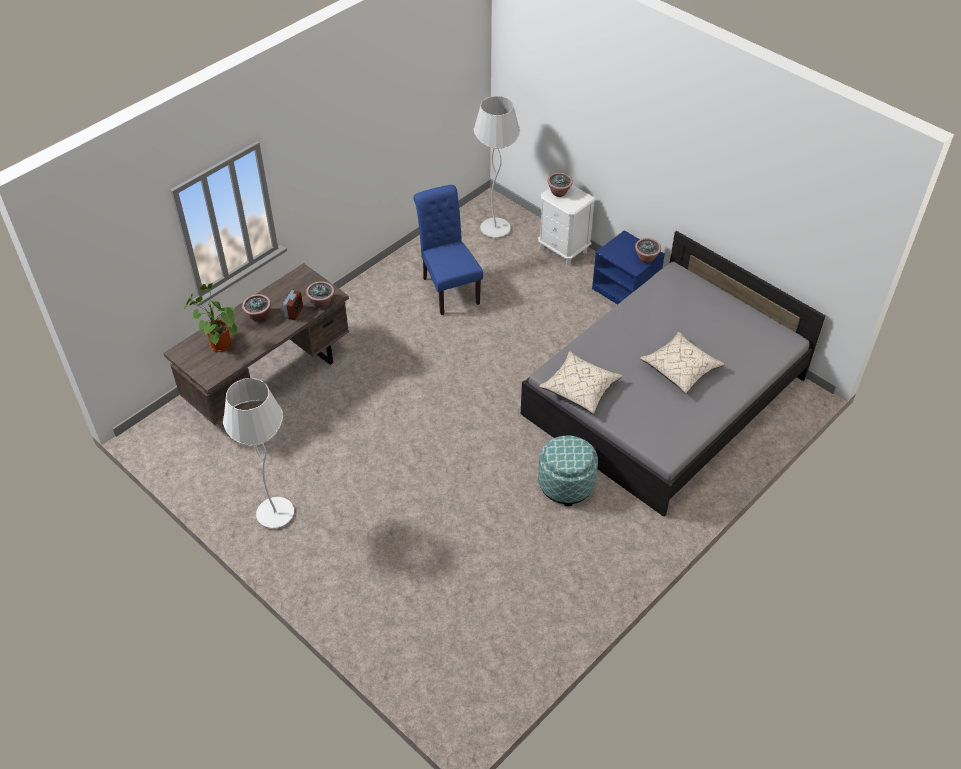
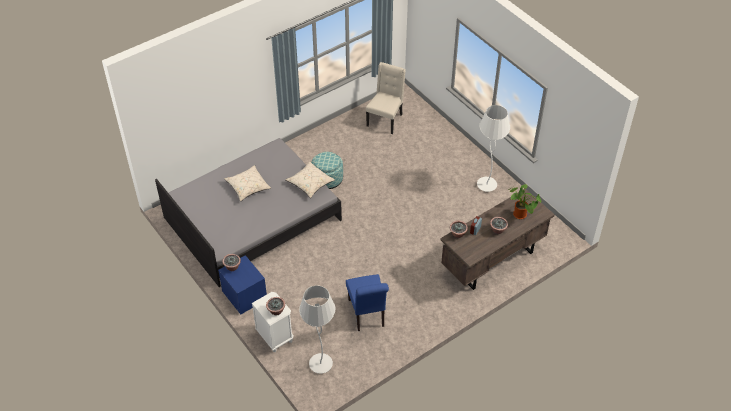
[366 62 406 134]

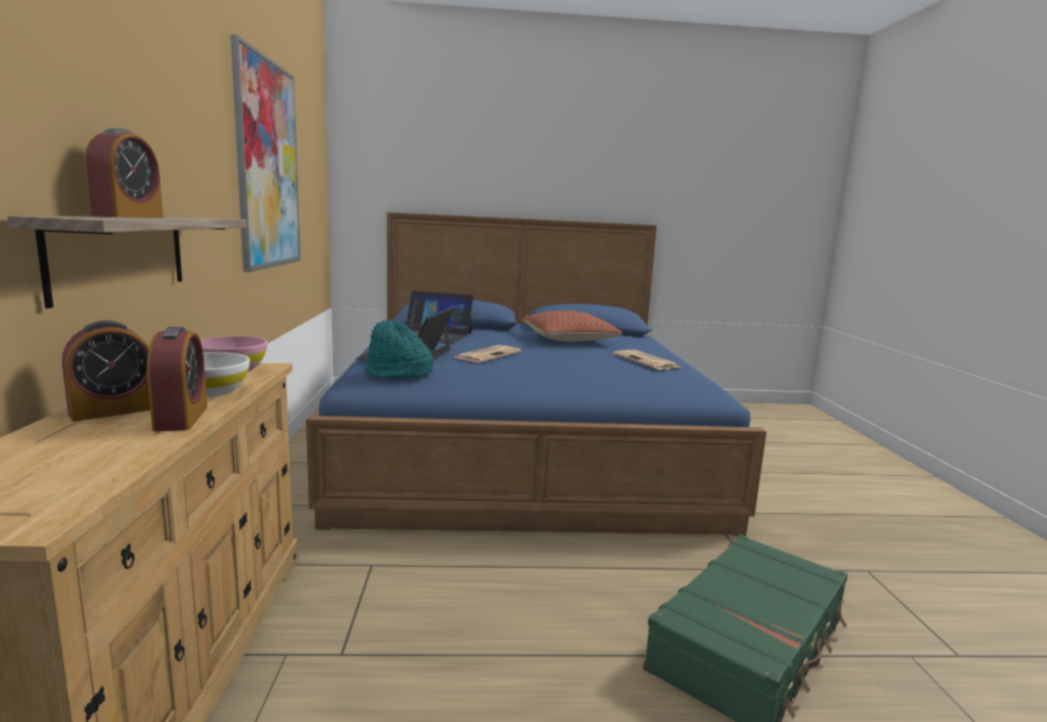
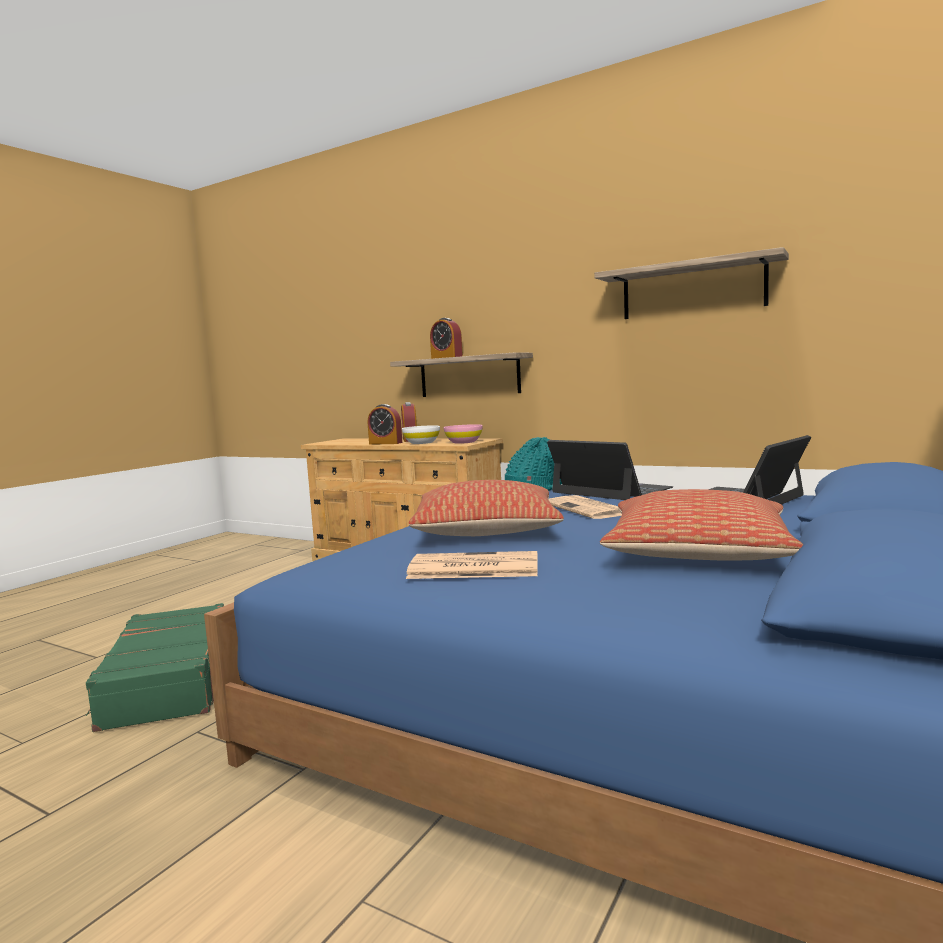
[594 247 789 319]
[409 480 564 536]

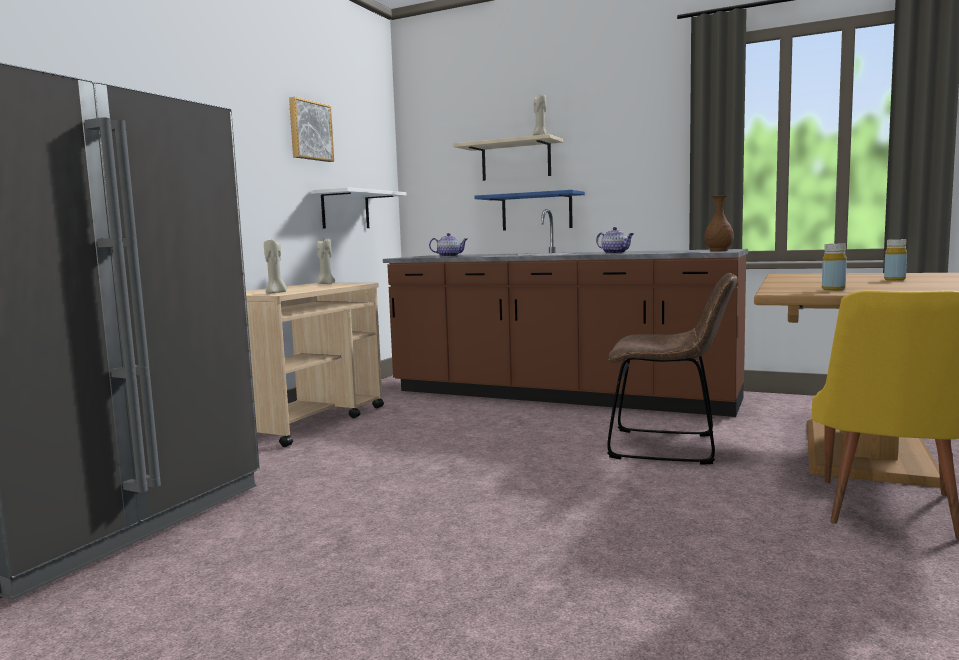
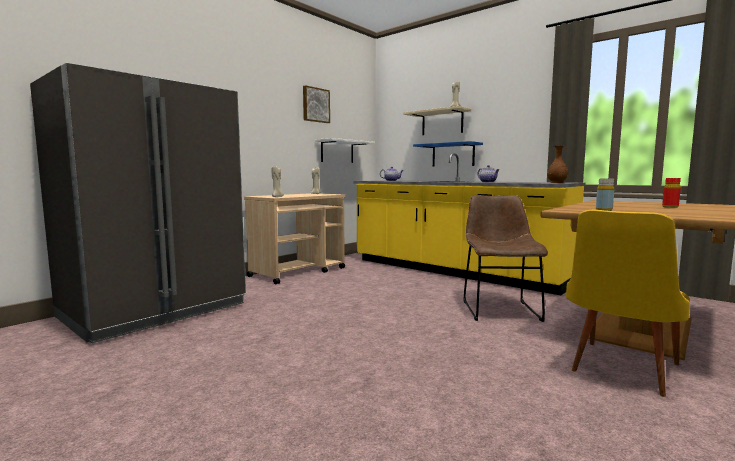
[354 153 586 295]
[463 195 548 322]
[662 178 681 208]

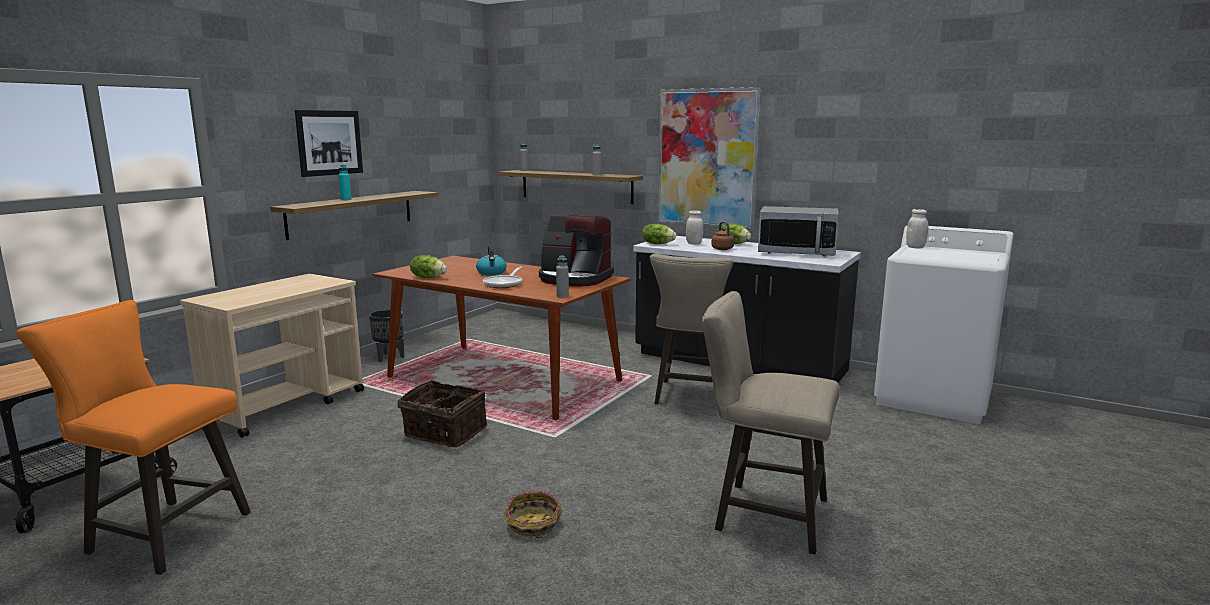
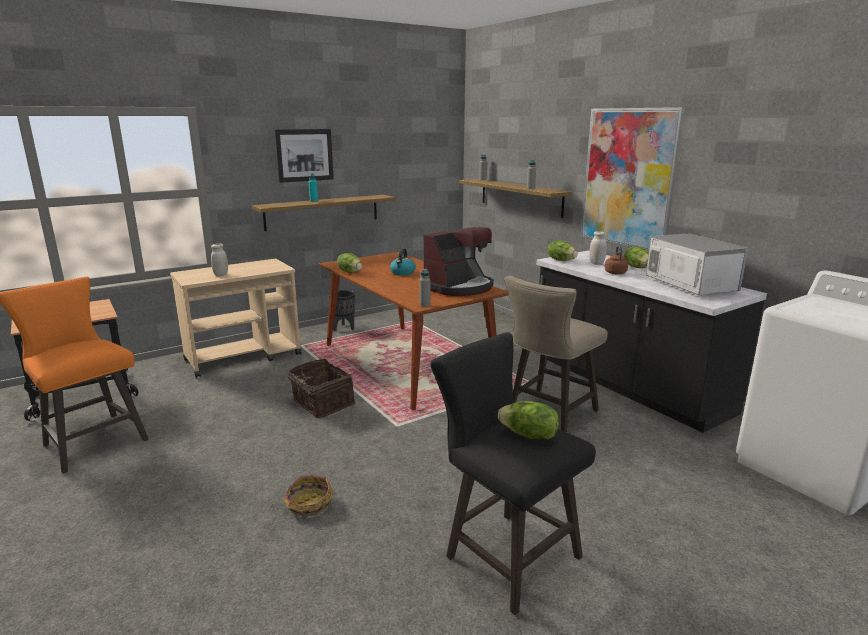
[483 266 522 288] (first image)
[424 227 494 296]
[430 332 596 615]
[646 233 748 295]
[211 243 228 276]
[498 401 559 440]

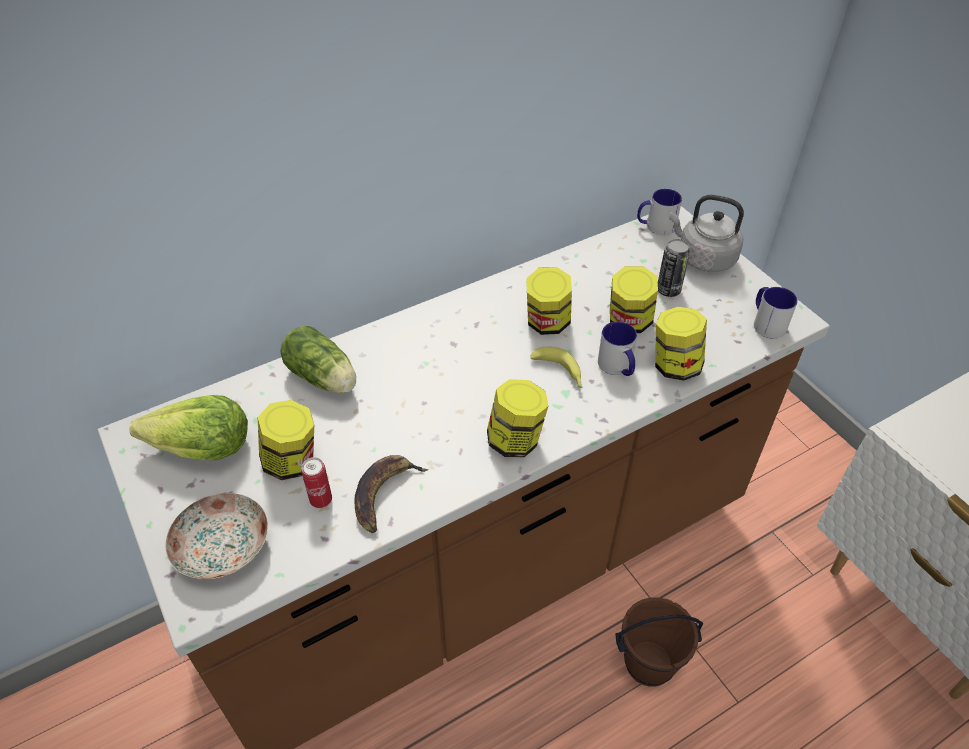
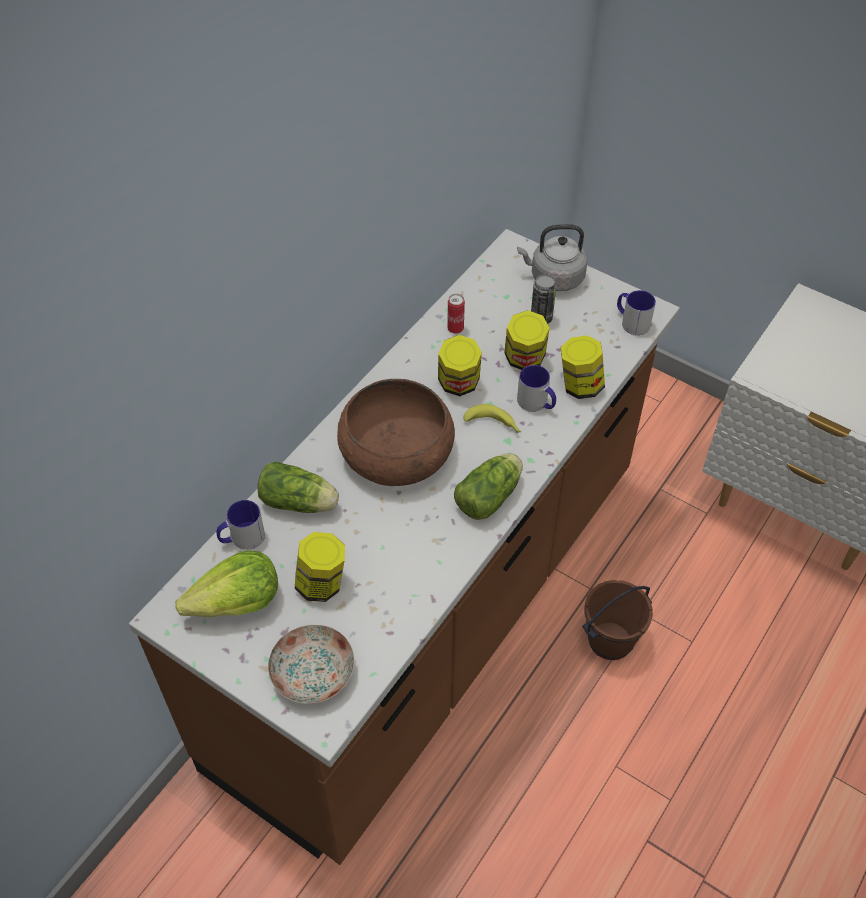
[447 294 465 334]
[354 455 429 533] (first image)
[454 453 523 520]
[216 500 265 550]
[337 379 455 486]

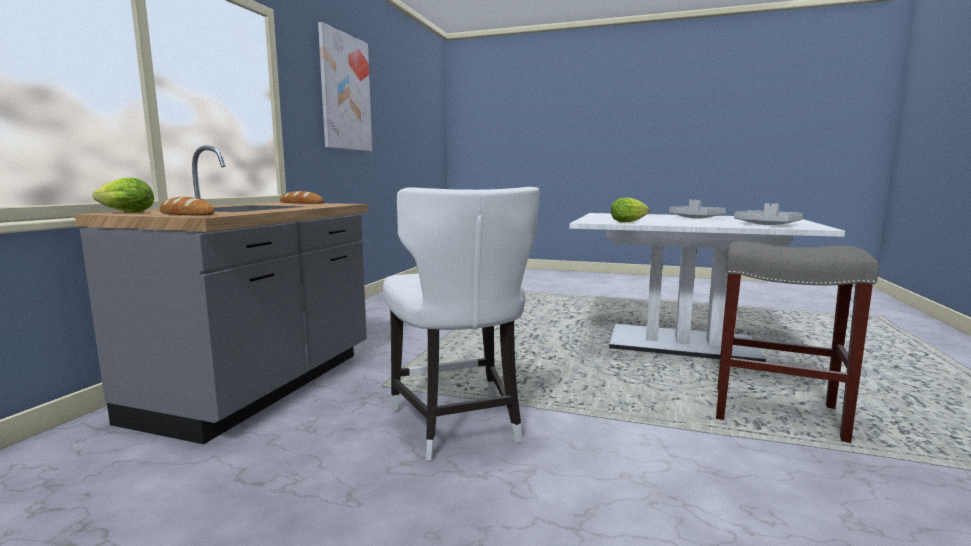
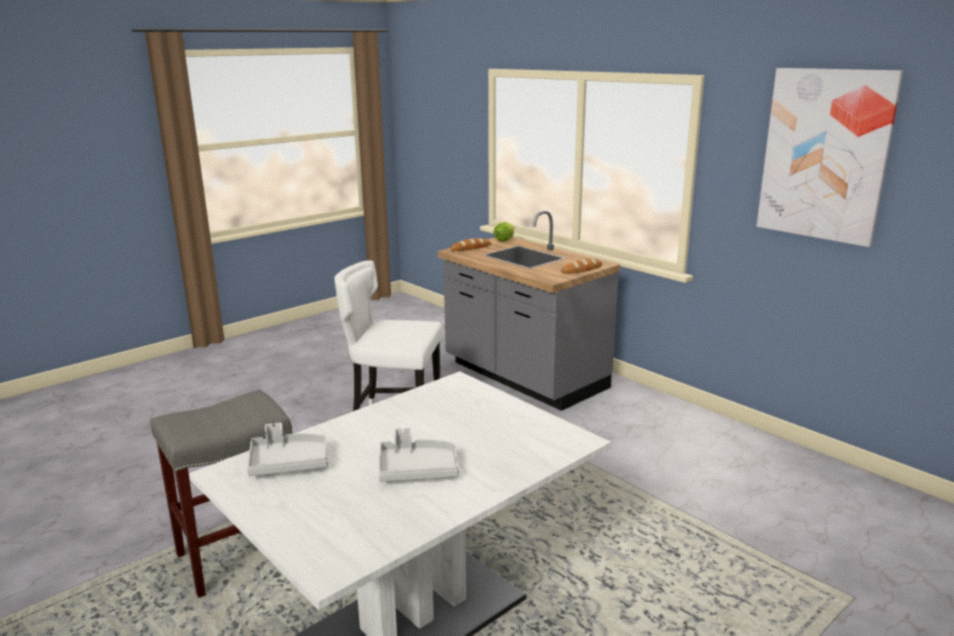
[611 198 649 222] (first image)

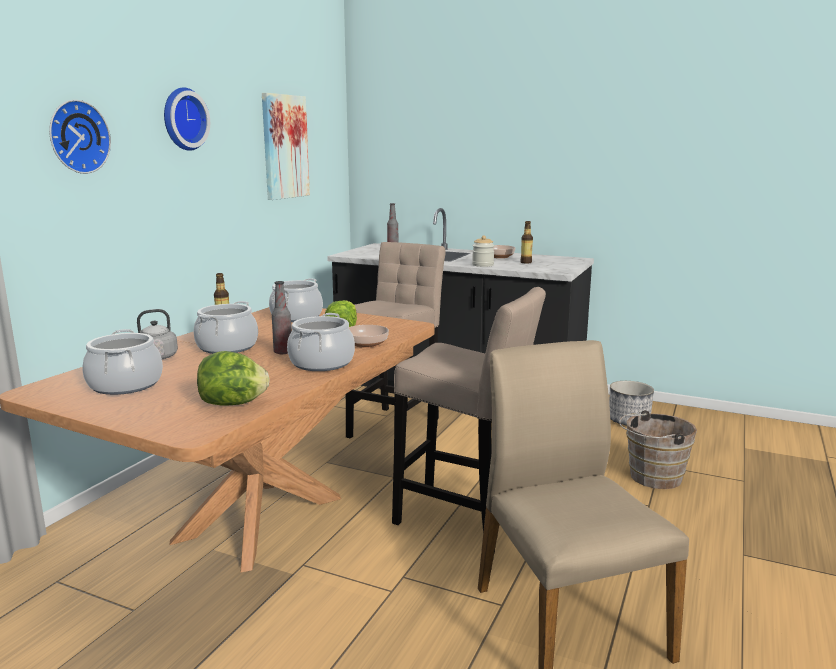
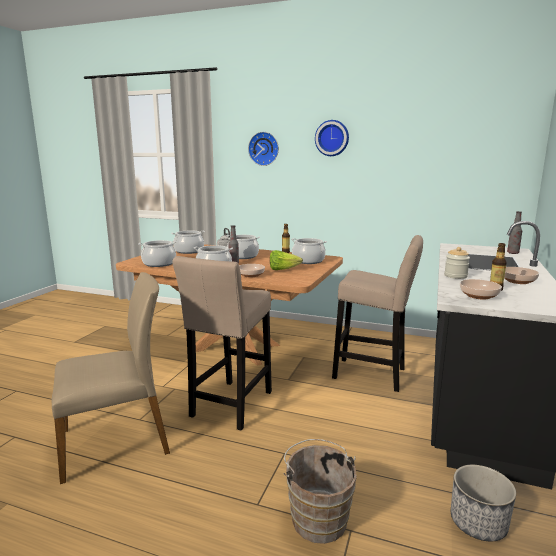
[138 240 177 267]
[262 93 310 200] (first image)
[460 279 502 300]

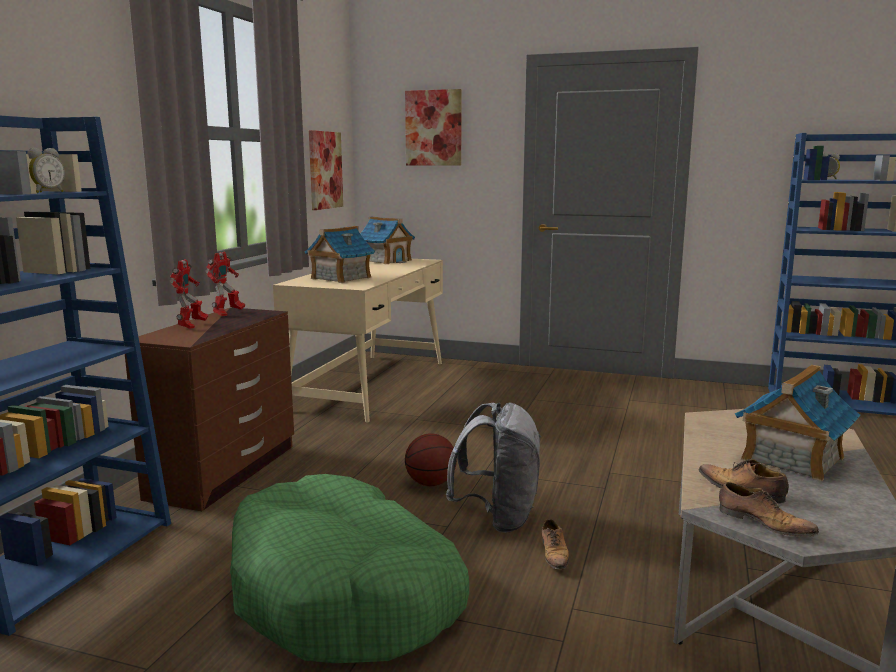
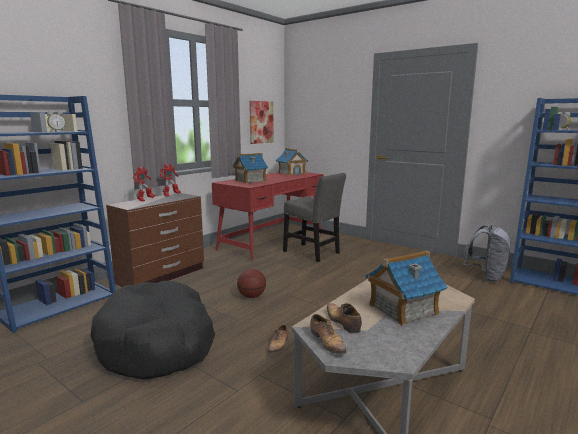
[90 281 215 380]
[212 172 324 261]
[405 89 462 165] (first image)
[463 225 511 282]
[283 173 346 262]

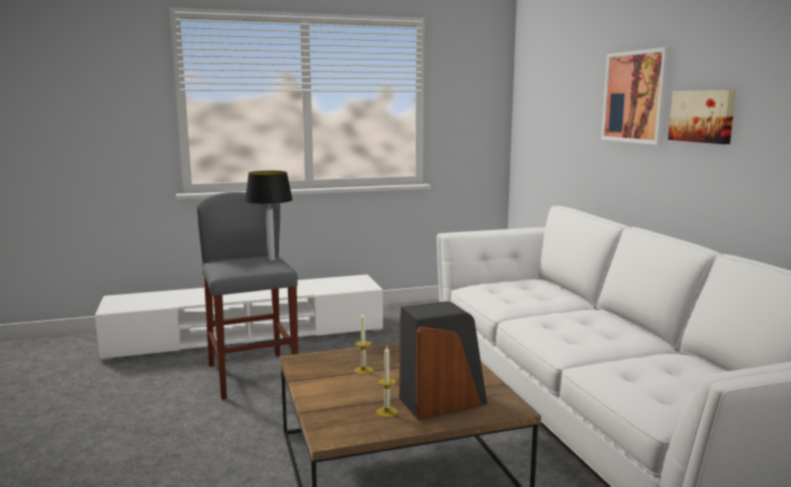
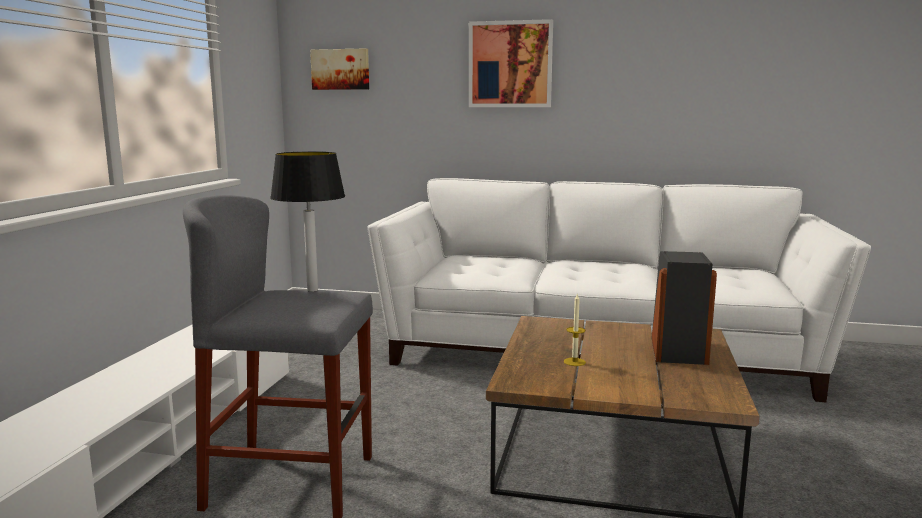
[376 347 398 418] (first image)
[310 48 369 90]

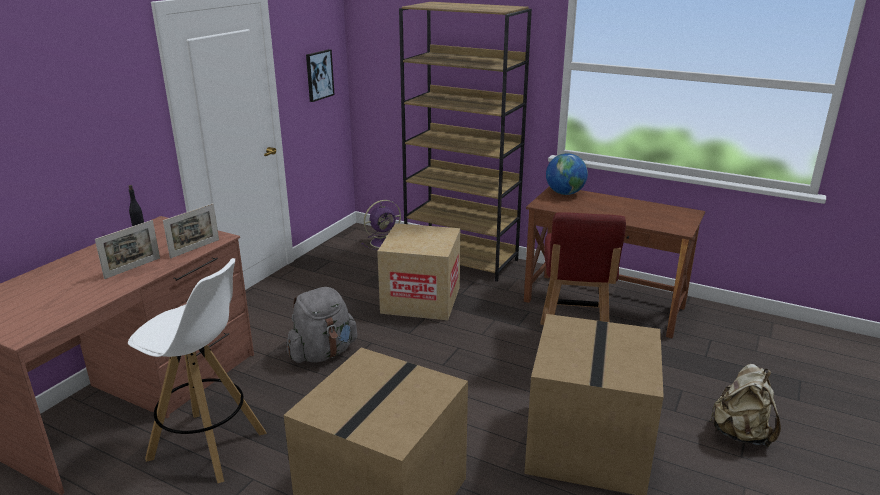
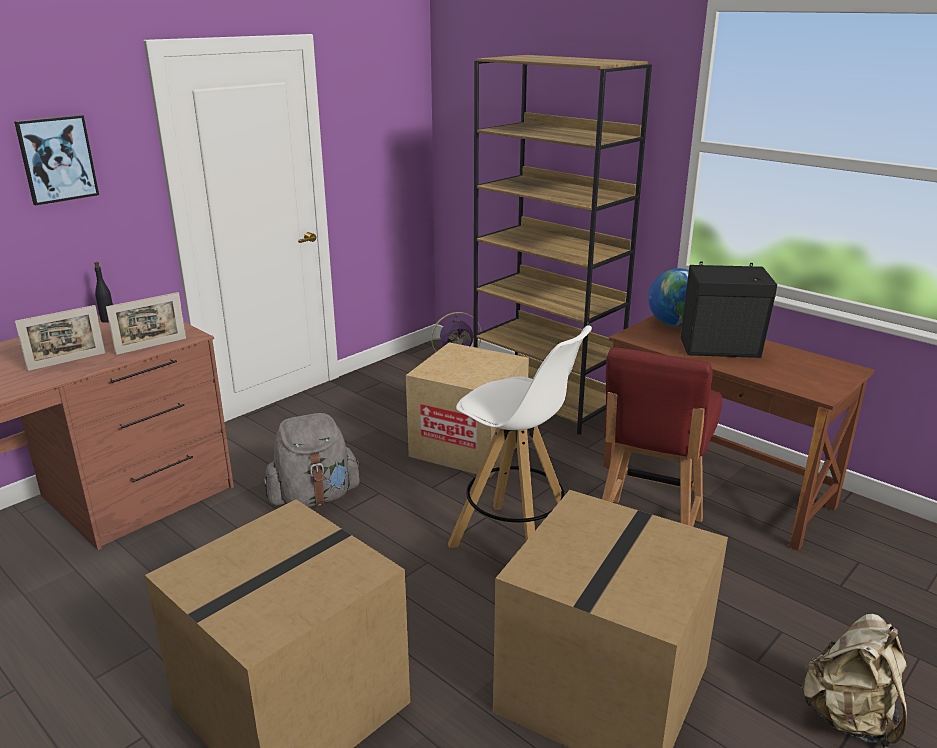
[448 325 592 548]
[14 115 99 205]
[681 261 777 358]

